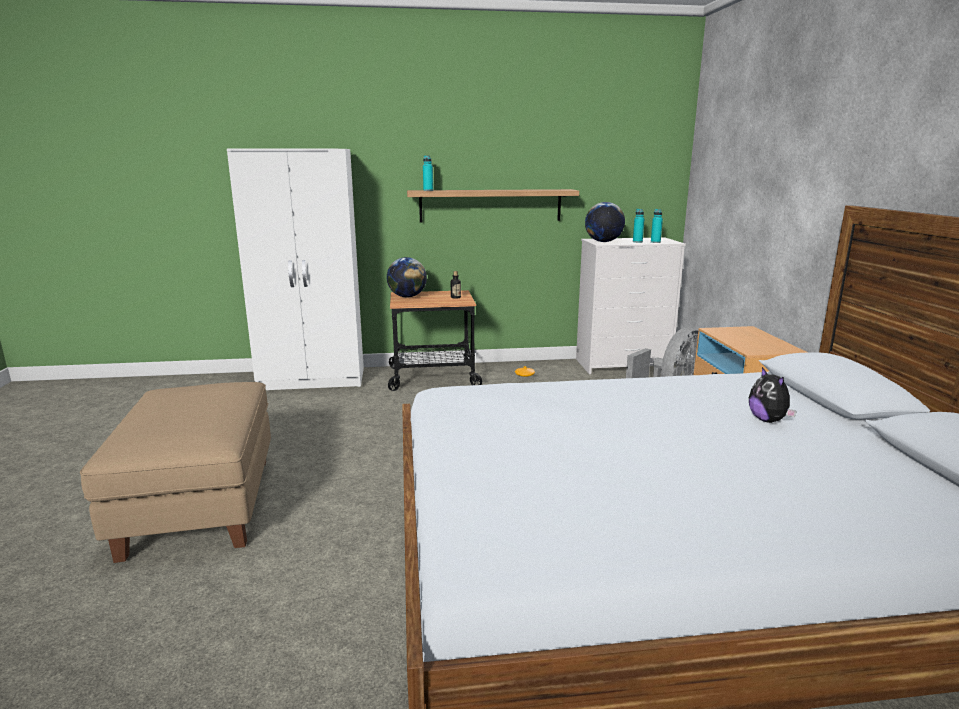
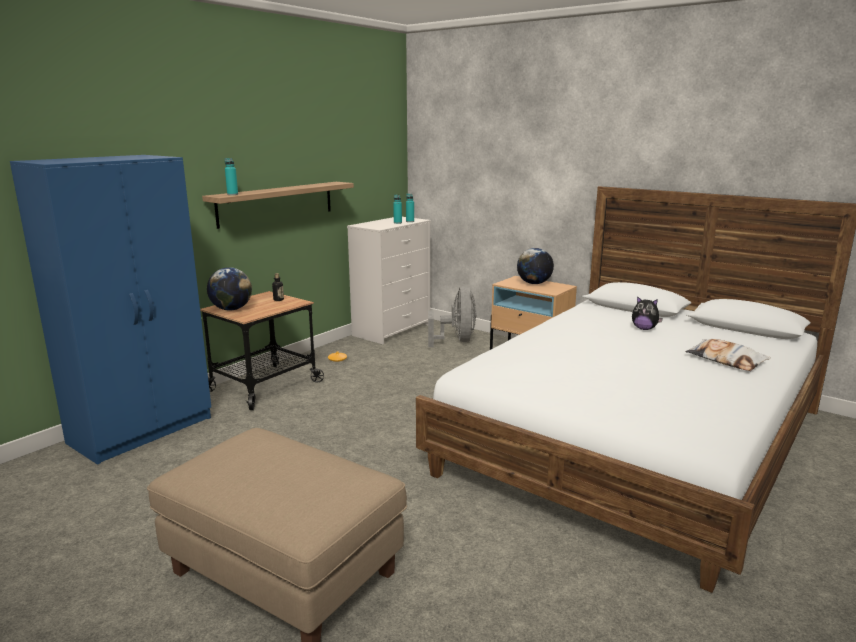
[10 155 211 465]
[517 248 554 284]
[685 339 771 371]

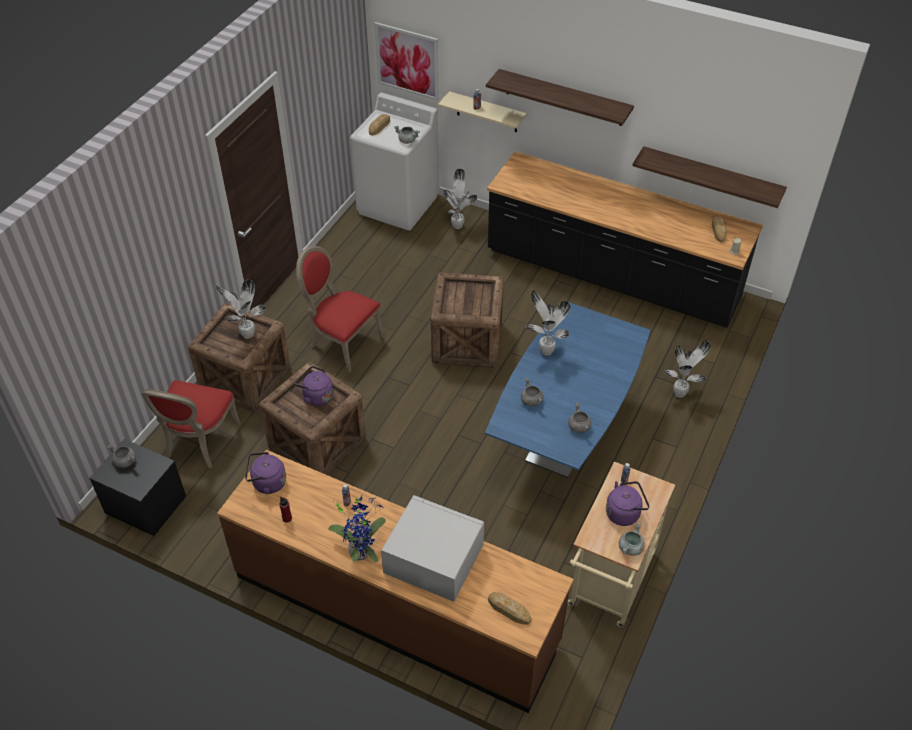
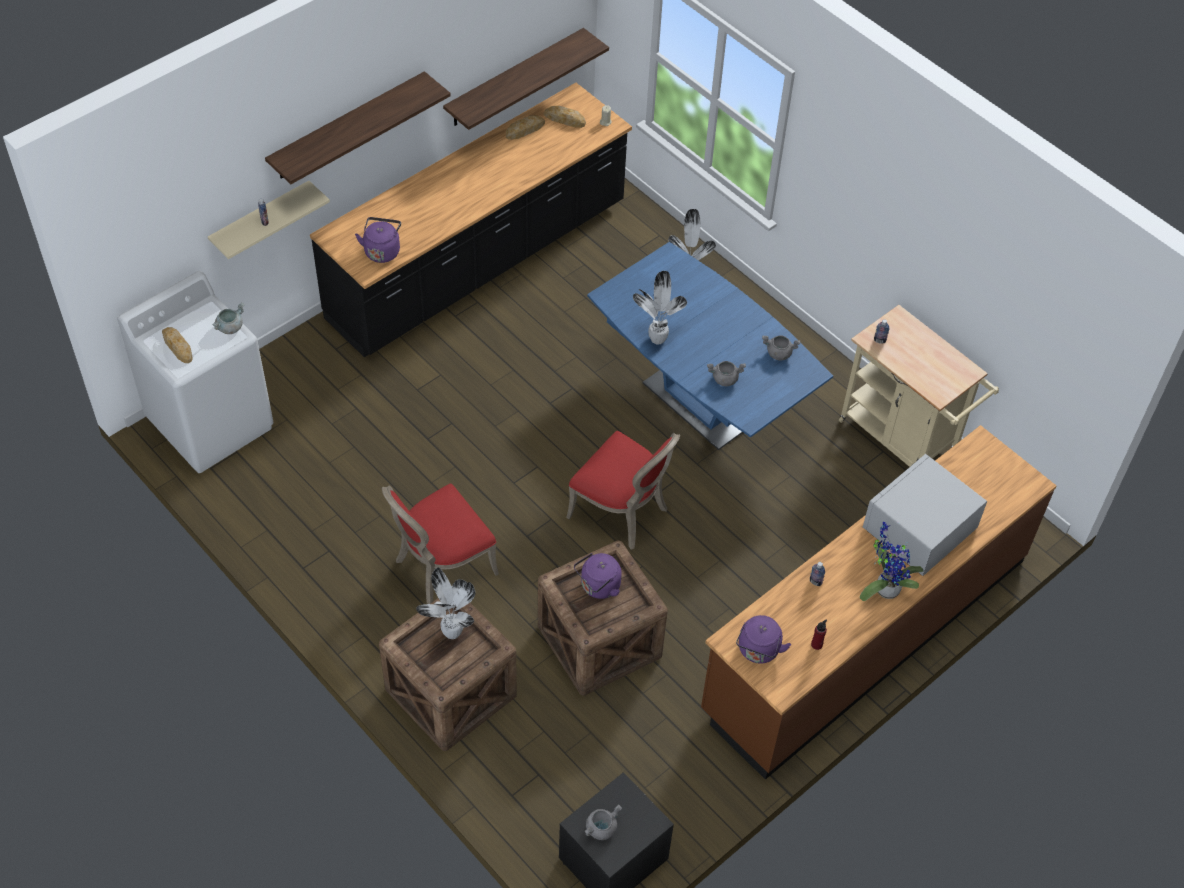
[566 431 680 550]
[374 22 439 101] (first image)
[430 273 504 368] (first image)
[443 169 477 229] (first image)
[506 115 545 140]
[355 217 401 263]
[619 522 645 556] (first image)

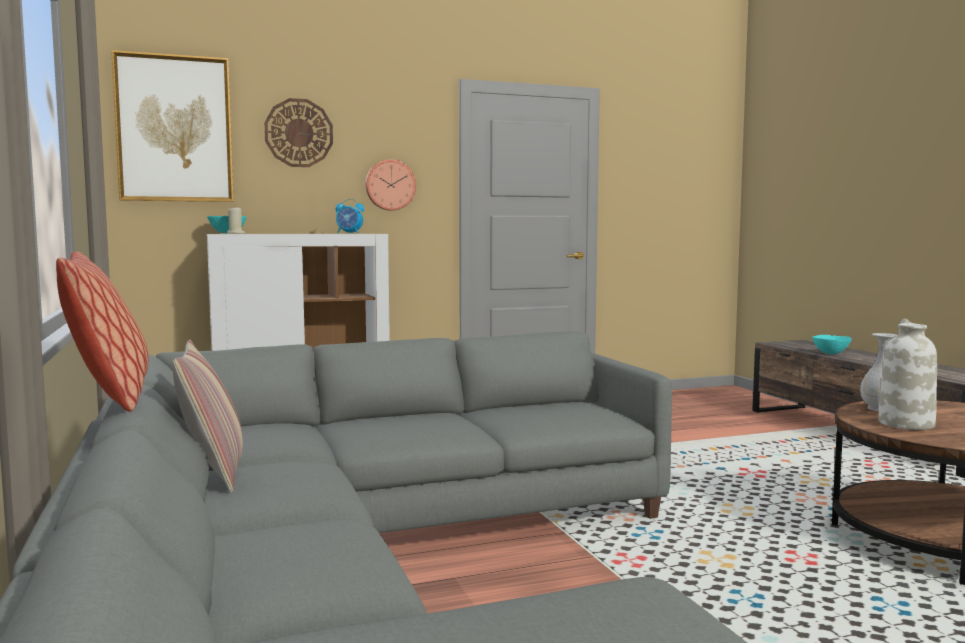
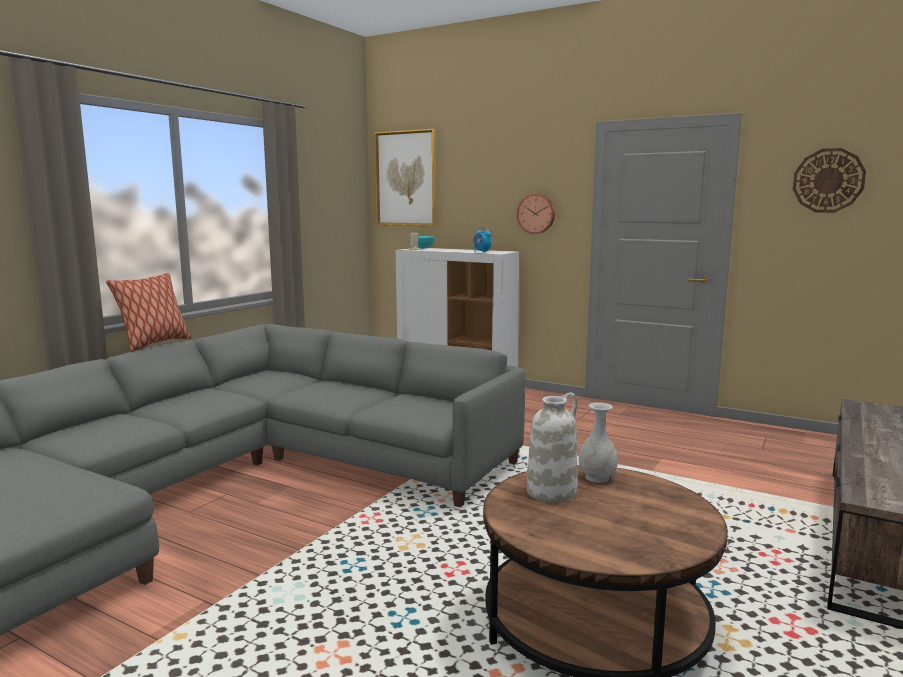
[173 339 243 493] (first image)
[793 148 866 213]
[812 335 852 354] (first image)

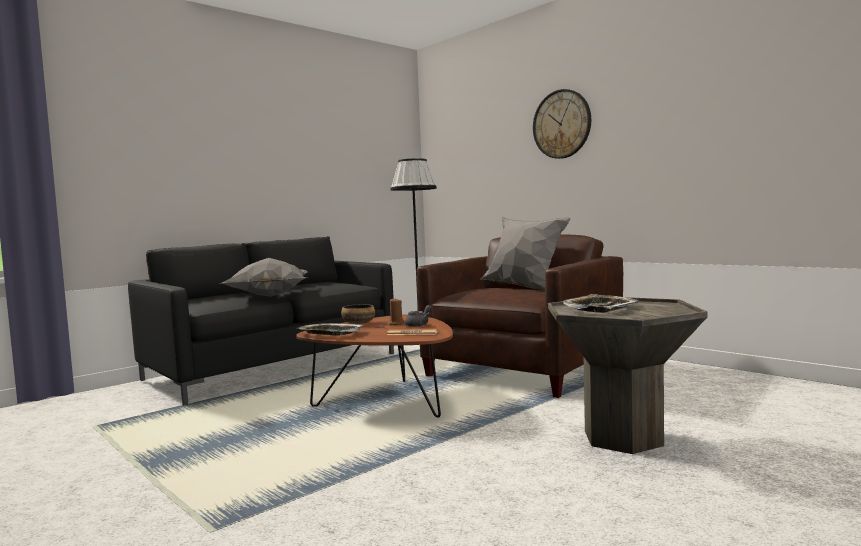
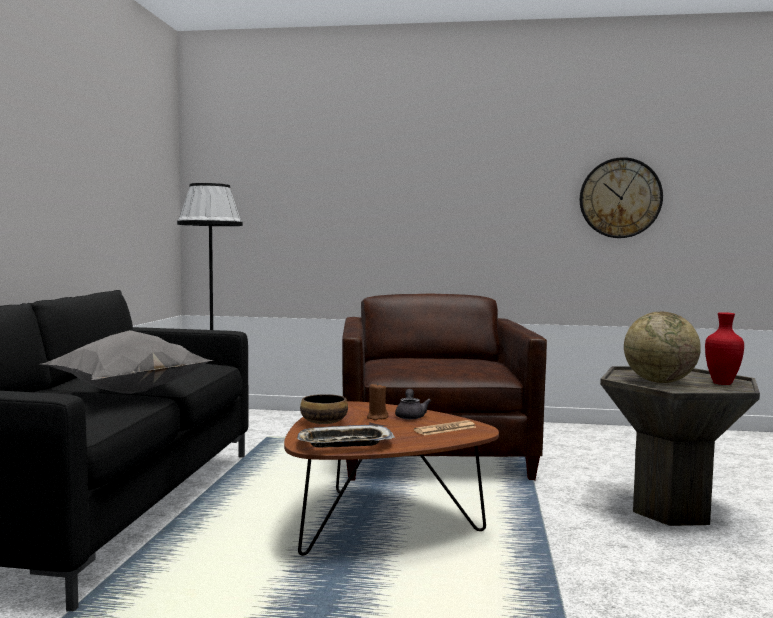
[480 217 571 290] (first image)
[580 157 663 238]
[624 312 701 383]
[705 312 744 385]

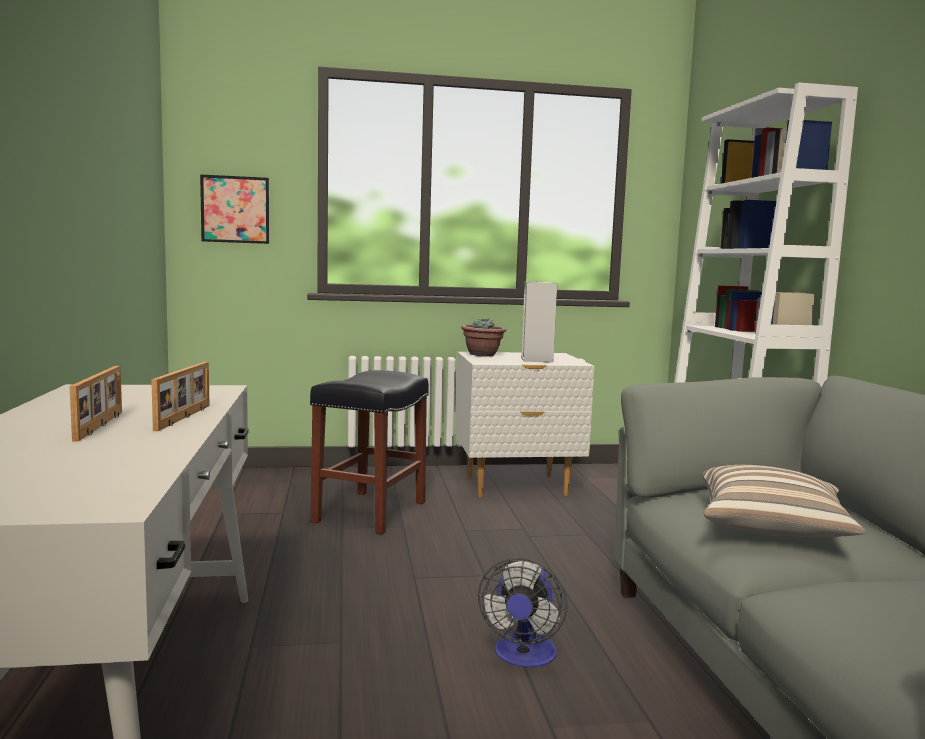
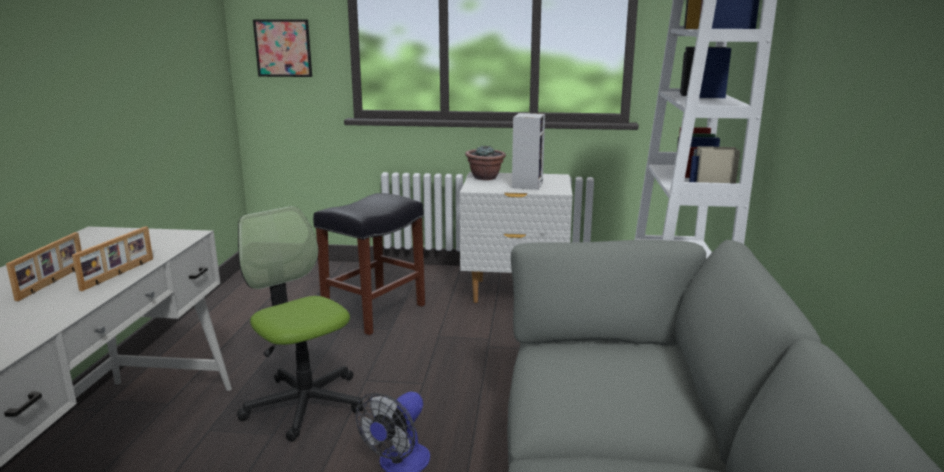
[702 465 866 538] (first image)
[237 206 363 442]

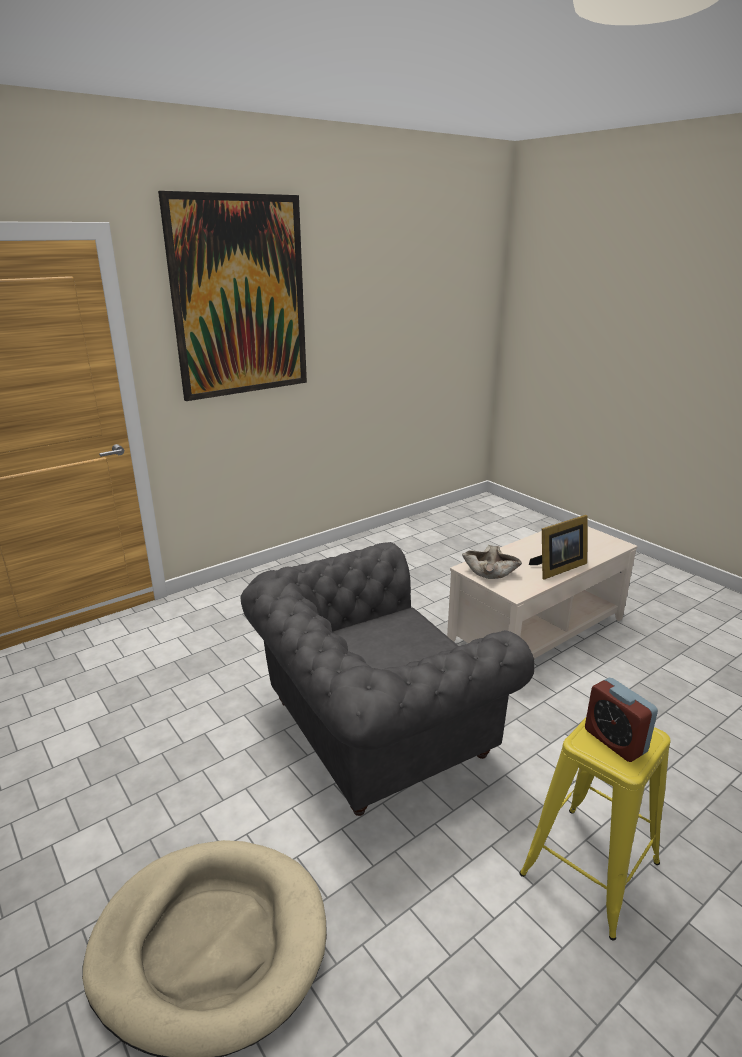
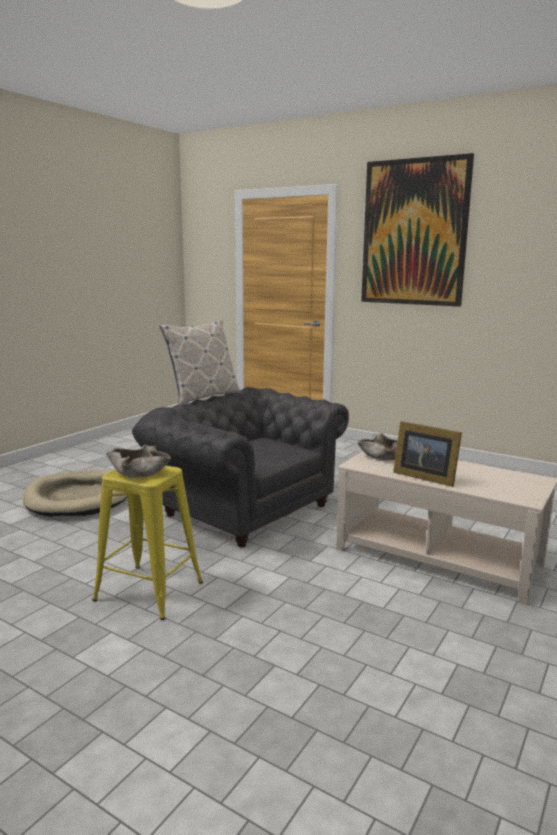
[106 445 171 478]
[159 319 241 406]

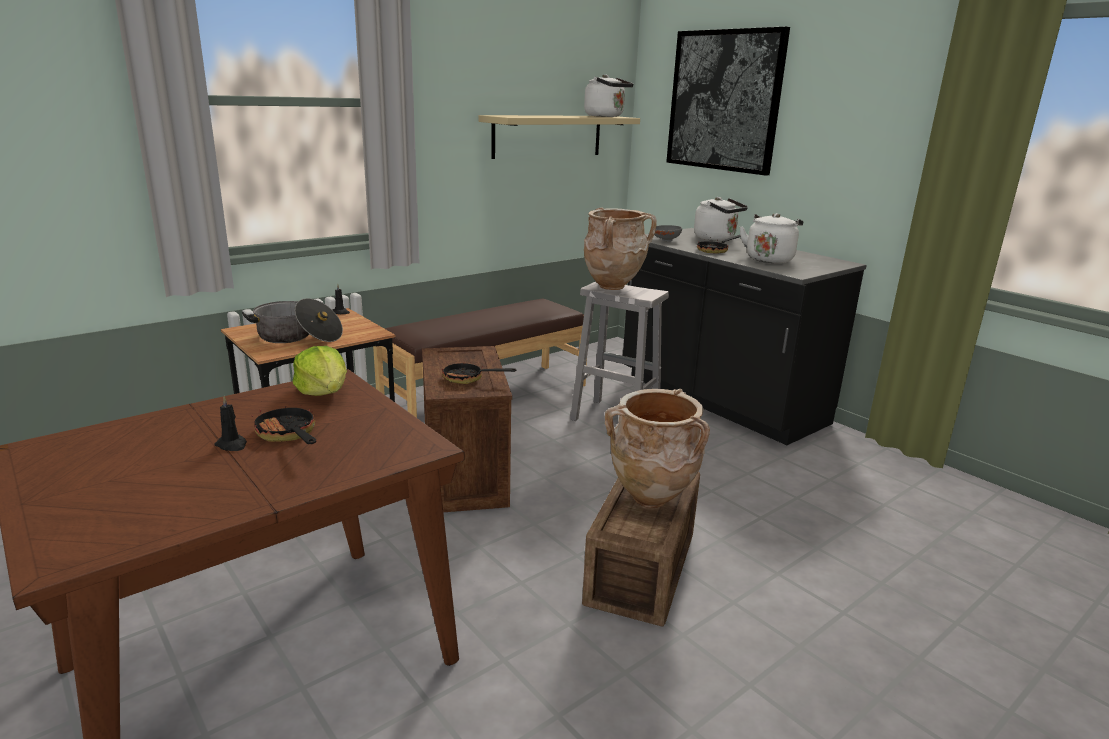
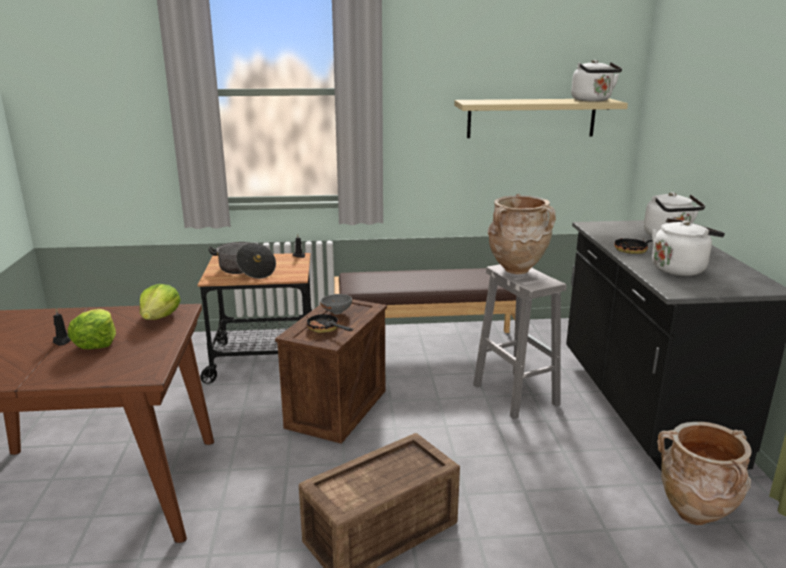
[68 309 116 349]
[657 422 752 525]
[320 294 352 314]
[666 26 790 176] (first image)

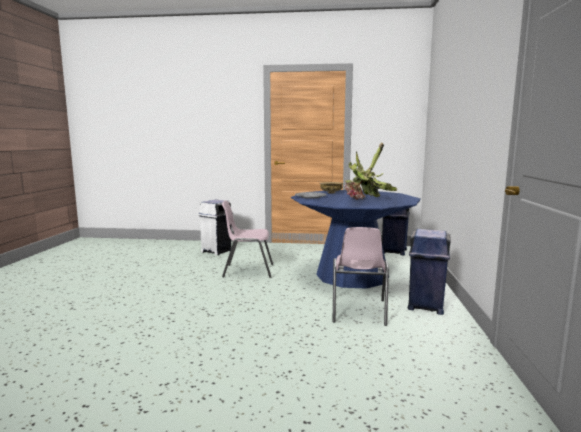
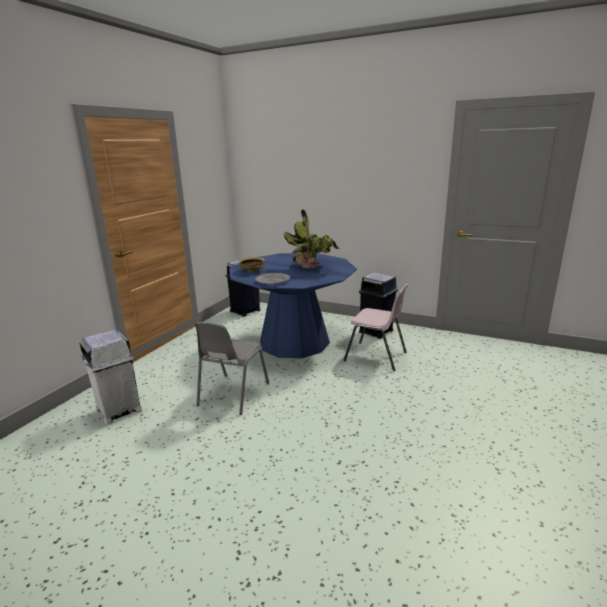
[195 322 269 415]

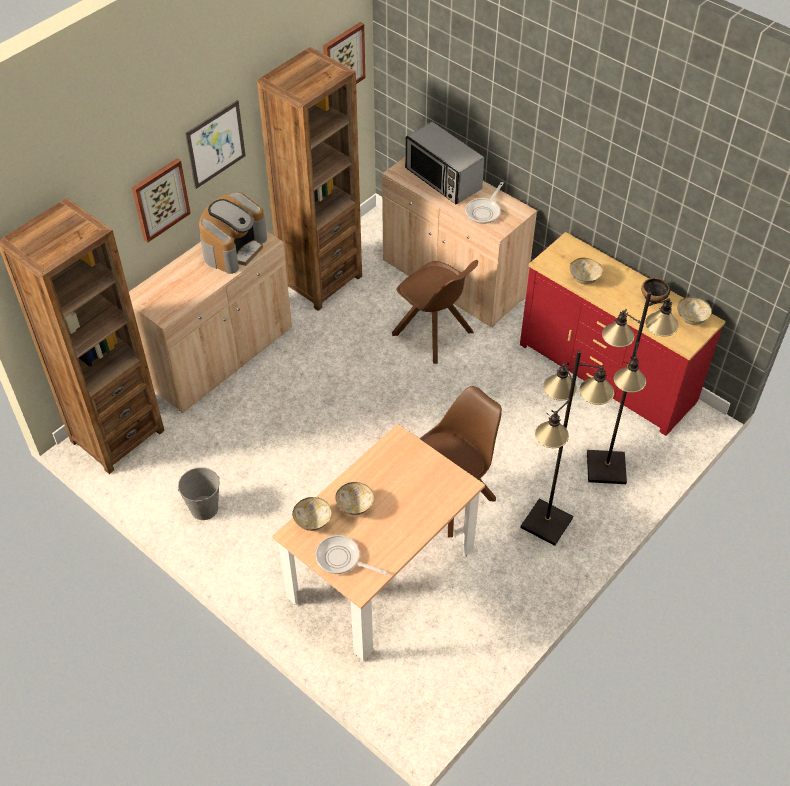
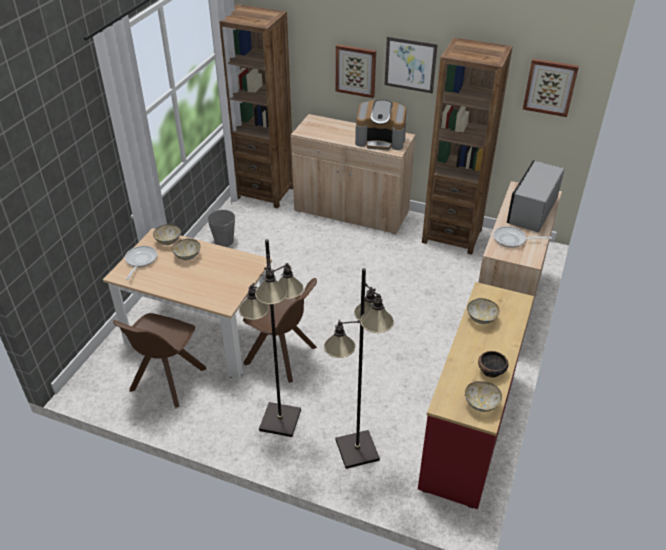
[113 313 206 408]

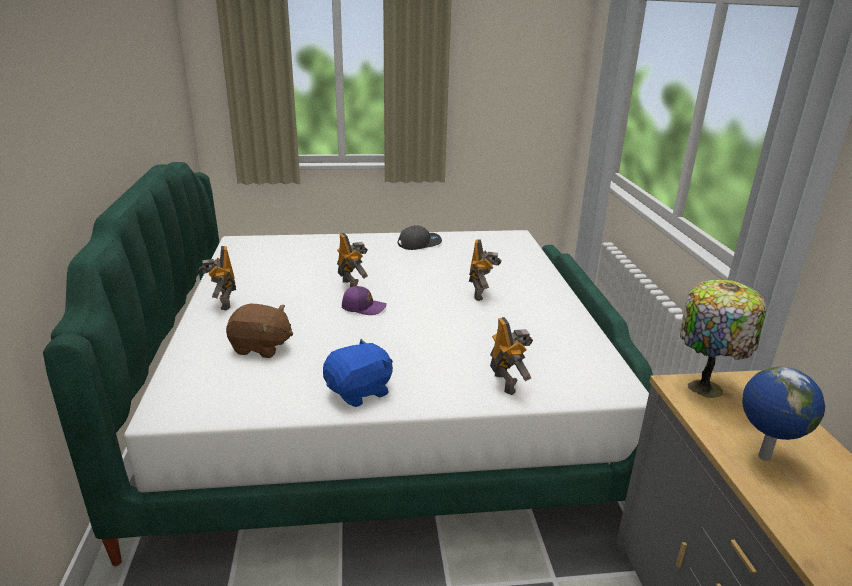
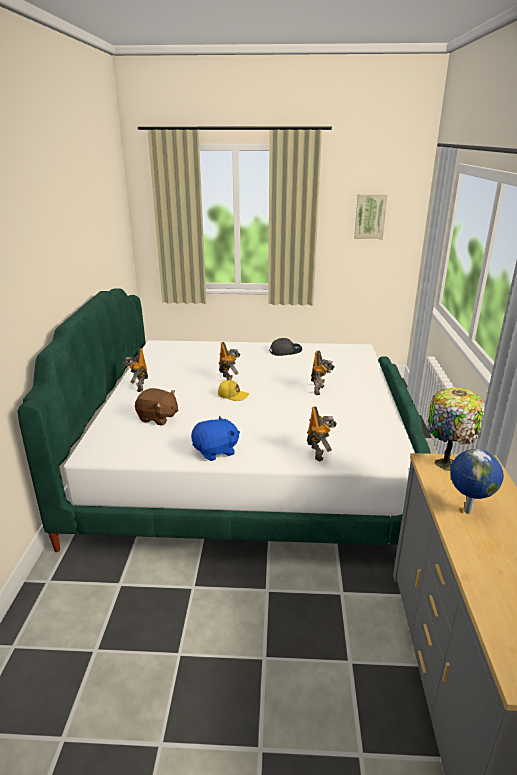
[218 380 249 401]
[354 195 387 239]

